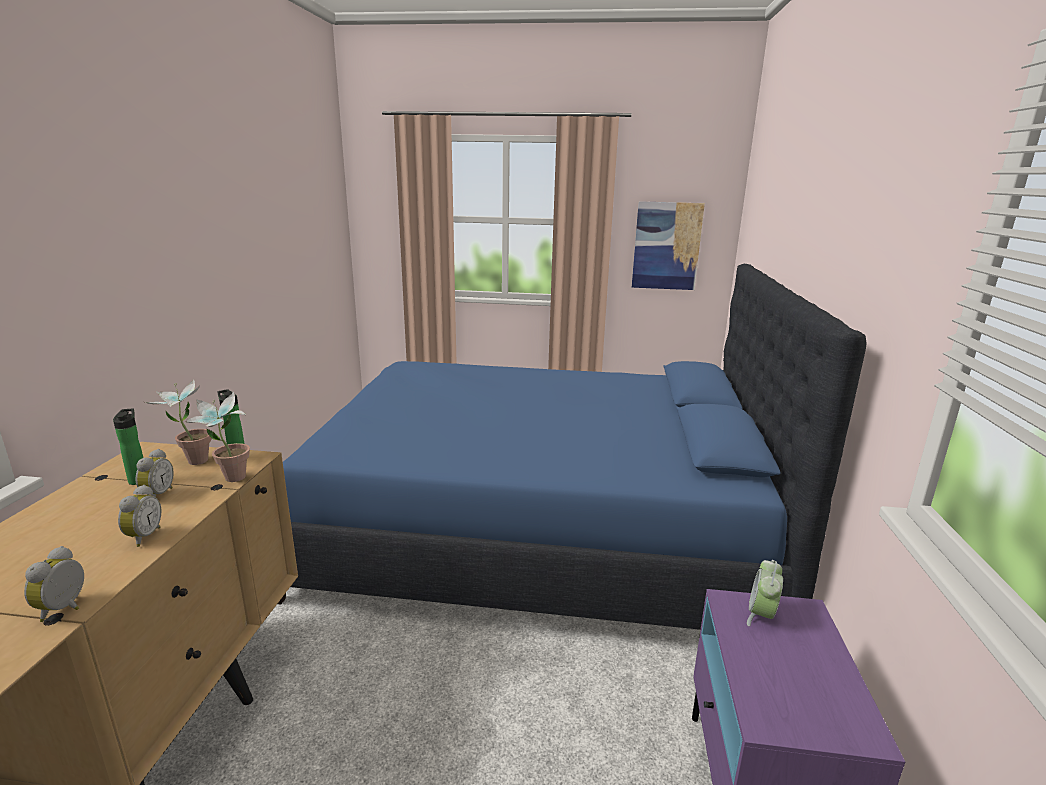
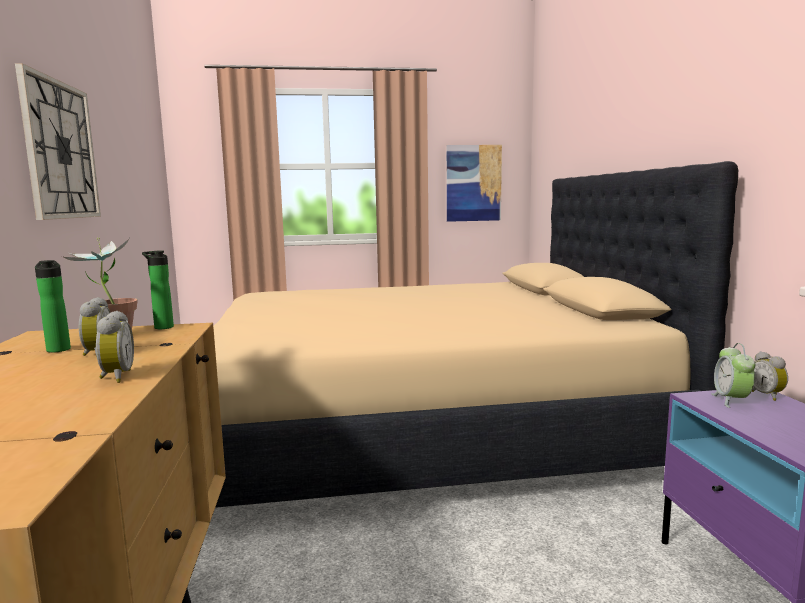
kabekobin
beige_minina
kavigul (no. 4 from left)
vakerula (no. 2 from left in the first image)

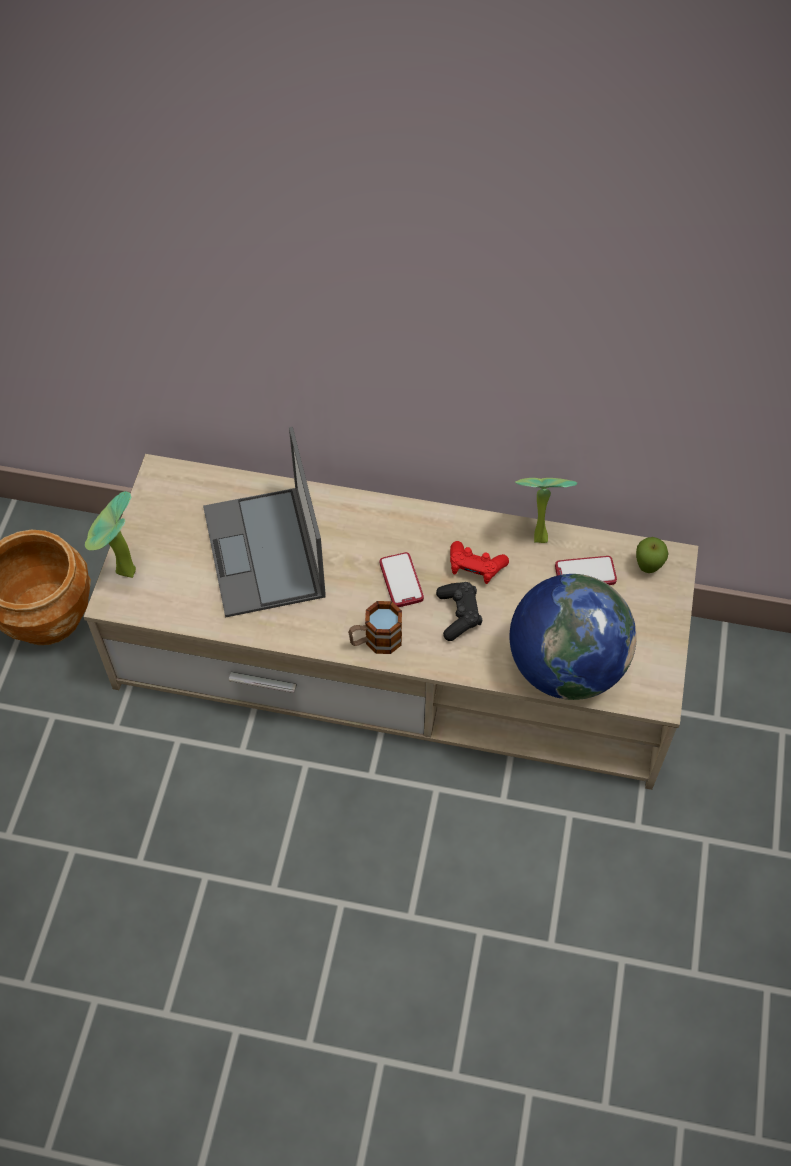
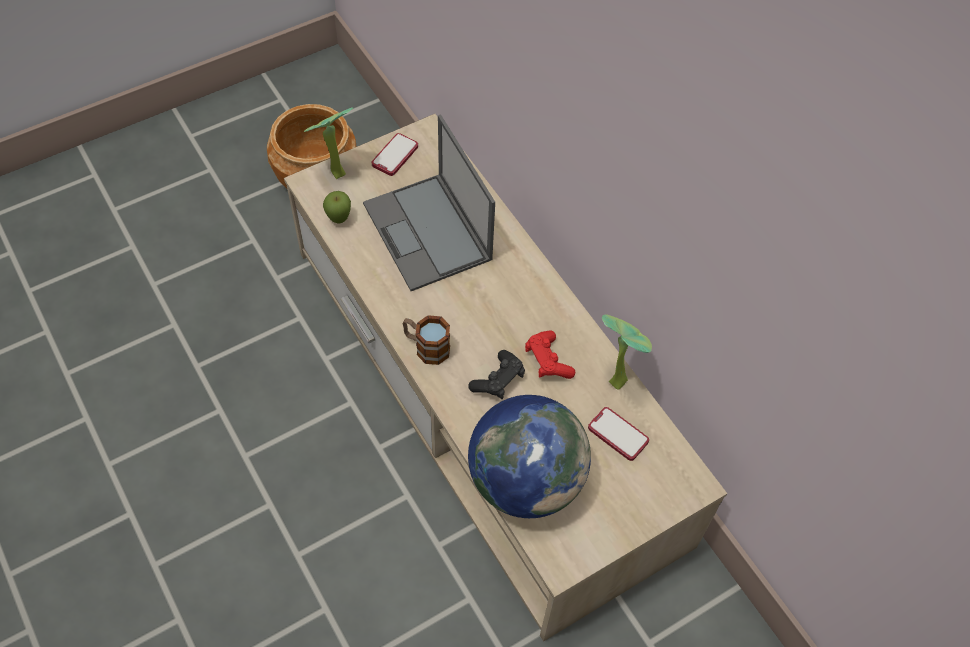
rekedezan
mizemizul
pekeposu (no. 1 from left)

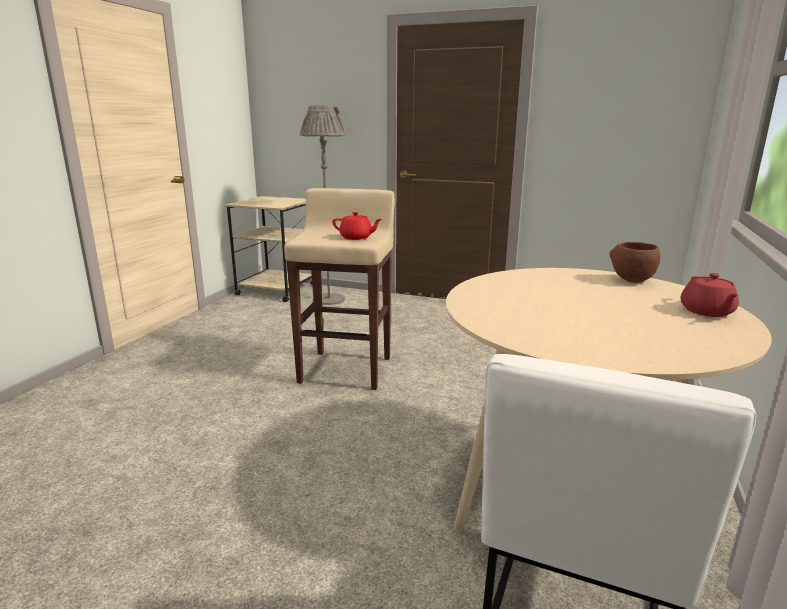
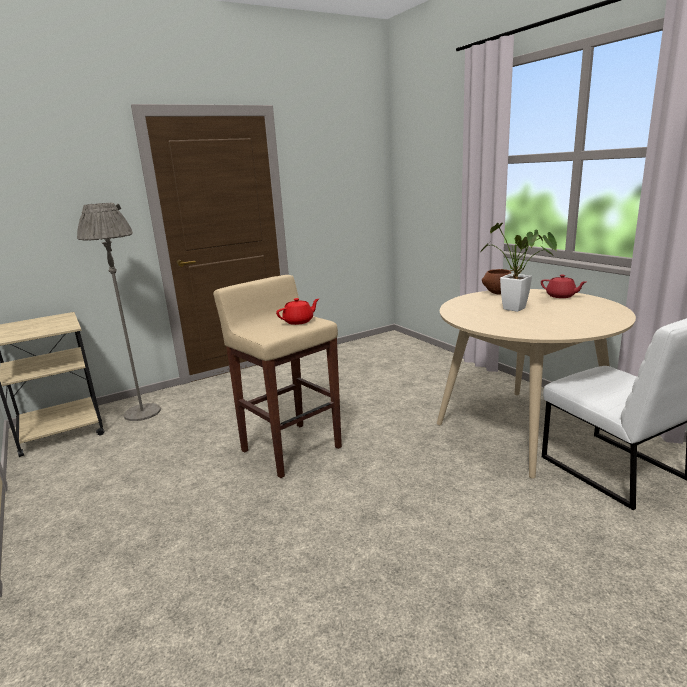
vakerula

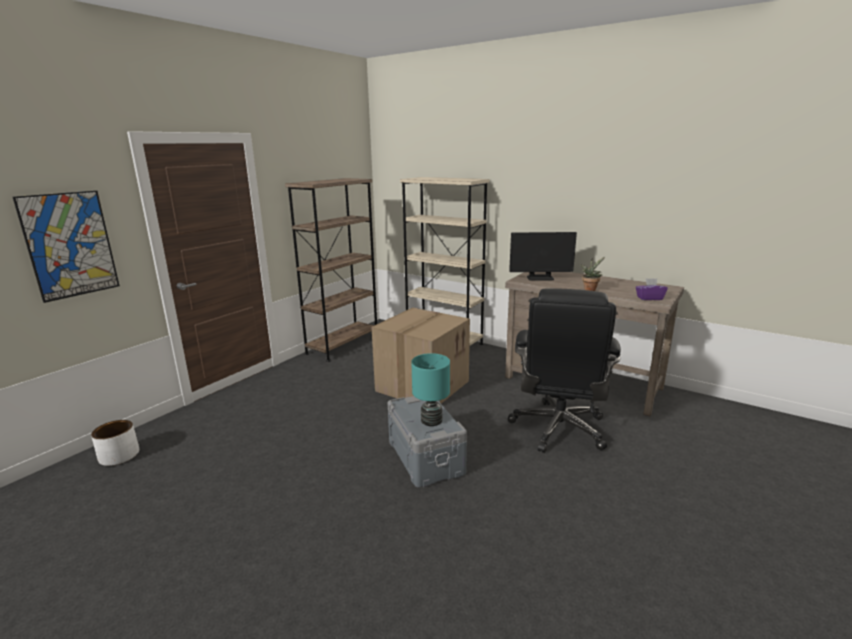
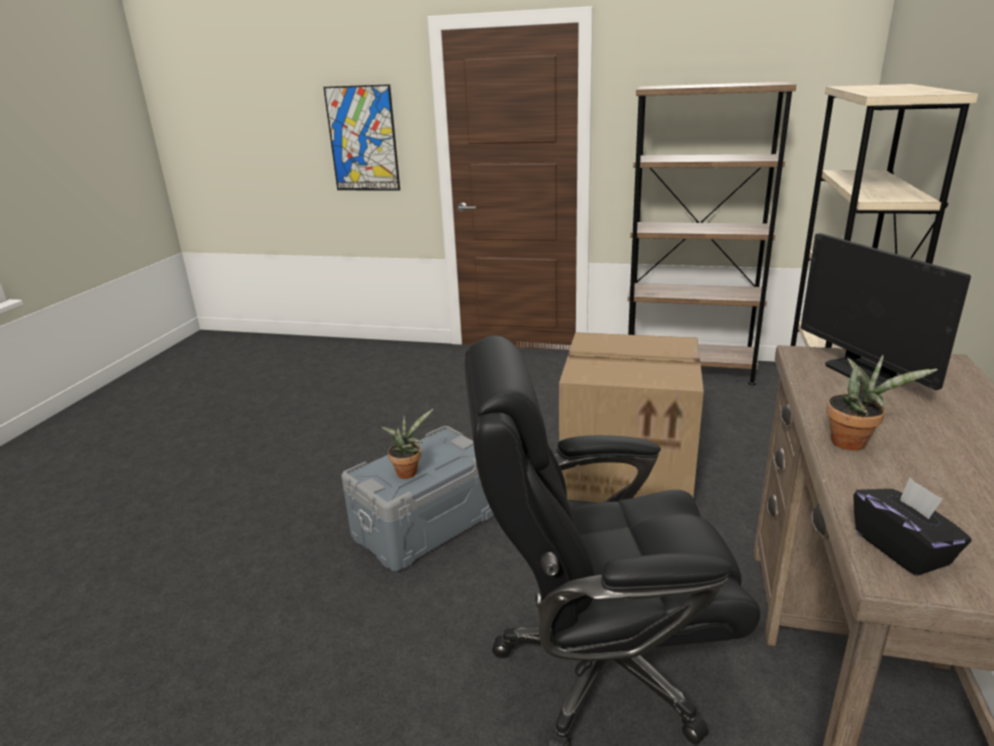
vakerula (no. 1 from left)
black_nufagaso
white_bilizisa

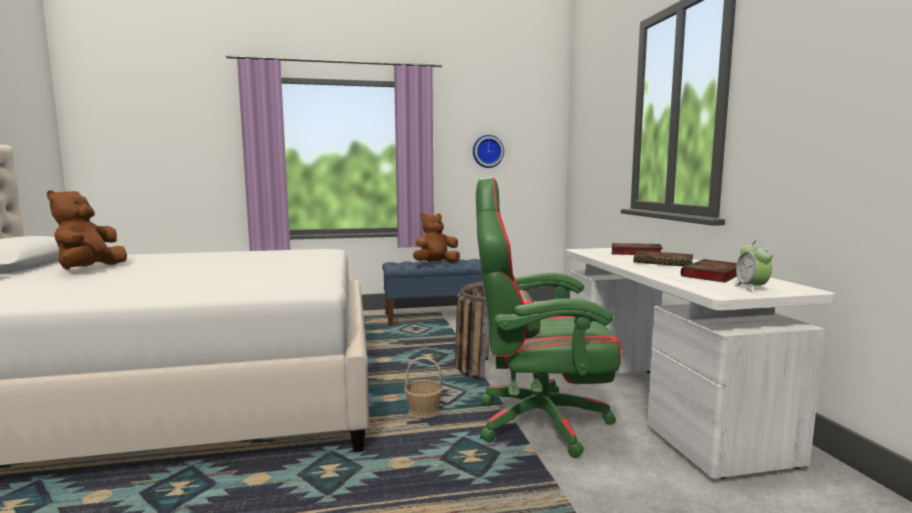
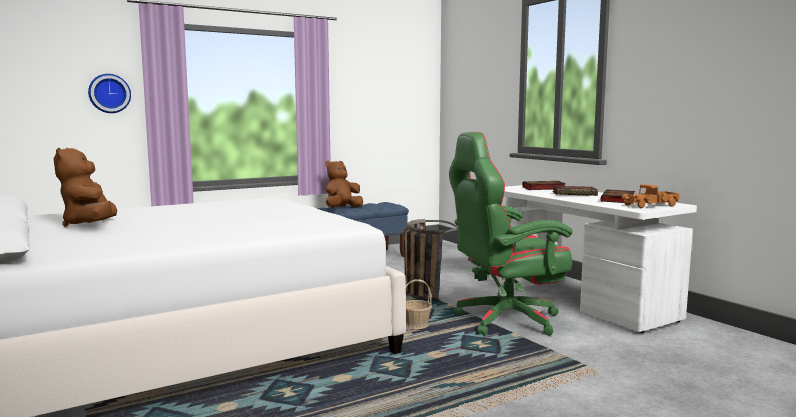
kabekobin
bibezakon

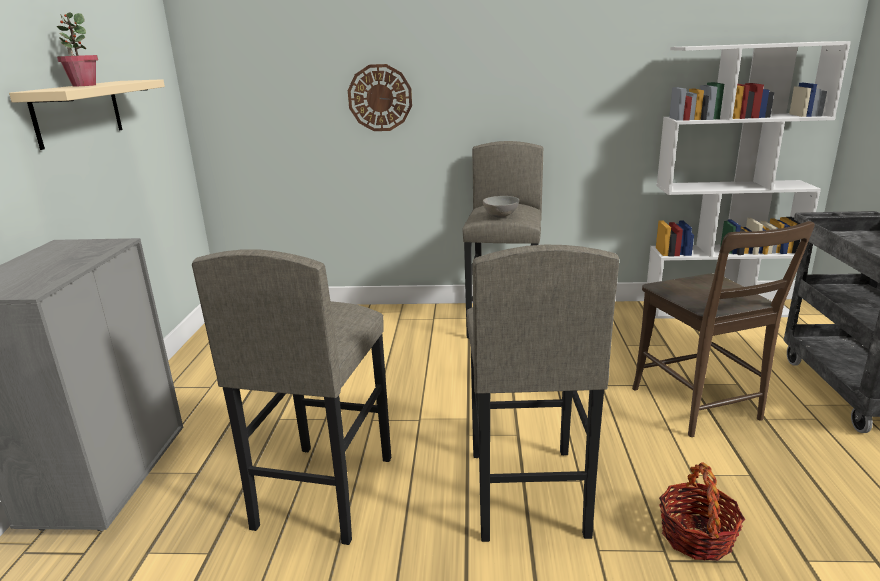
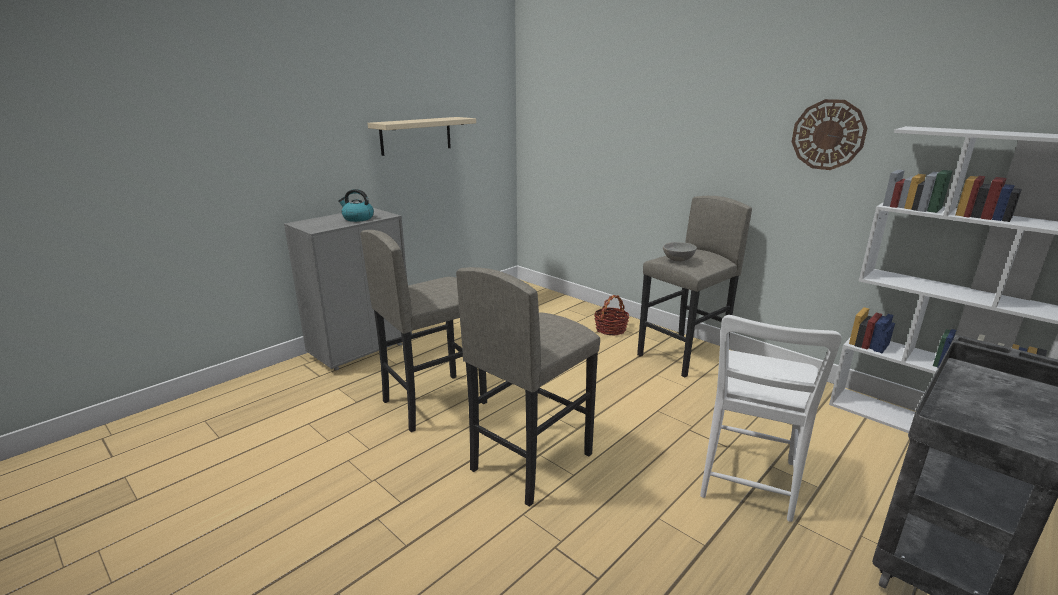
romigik
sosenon
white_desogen
kabekobin
vakerula

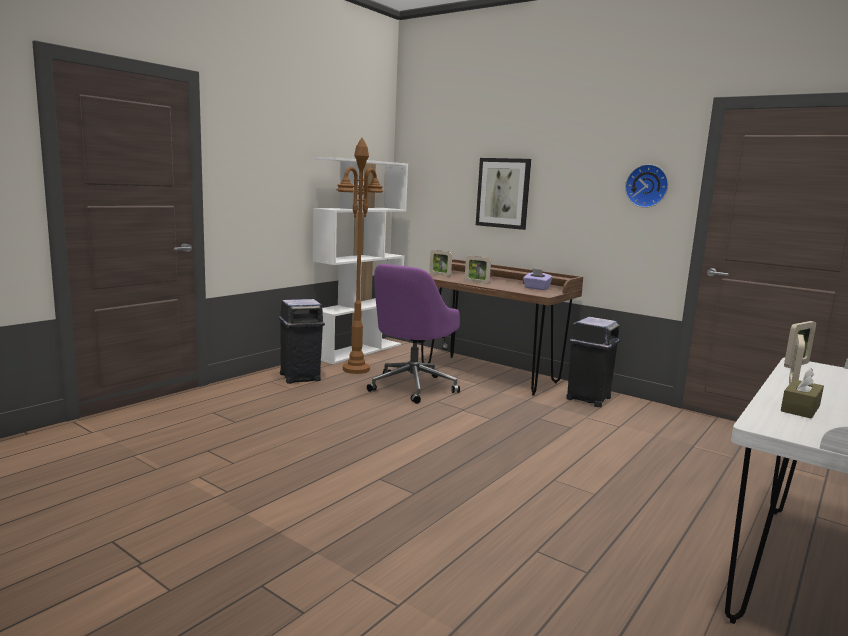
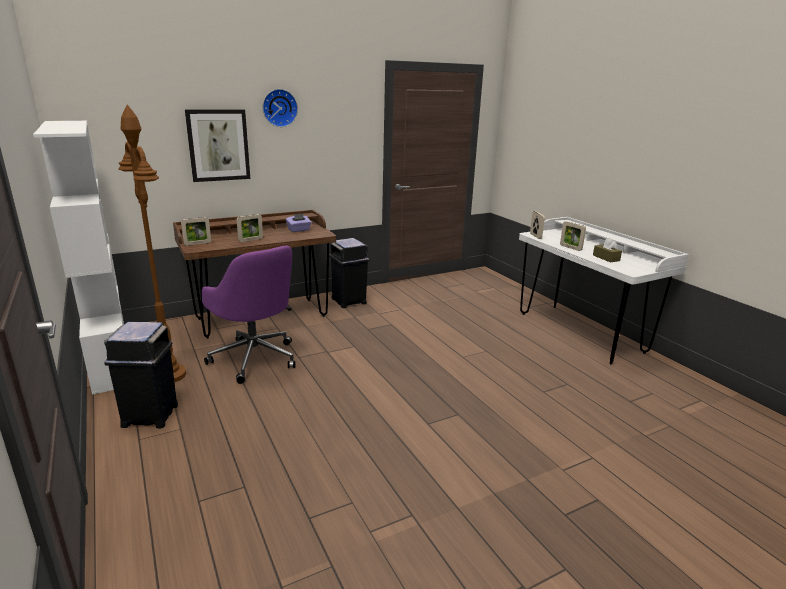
kabekobin

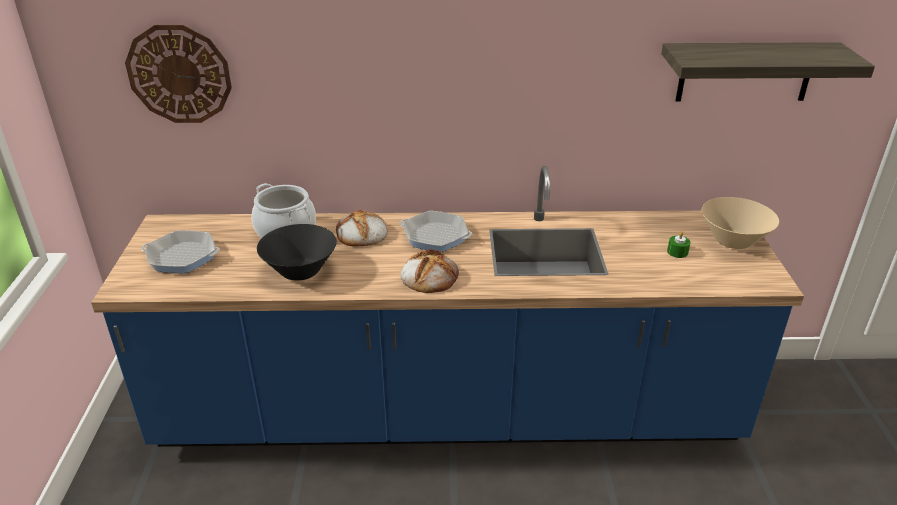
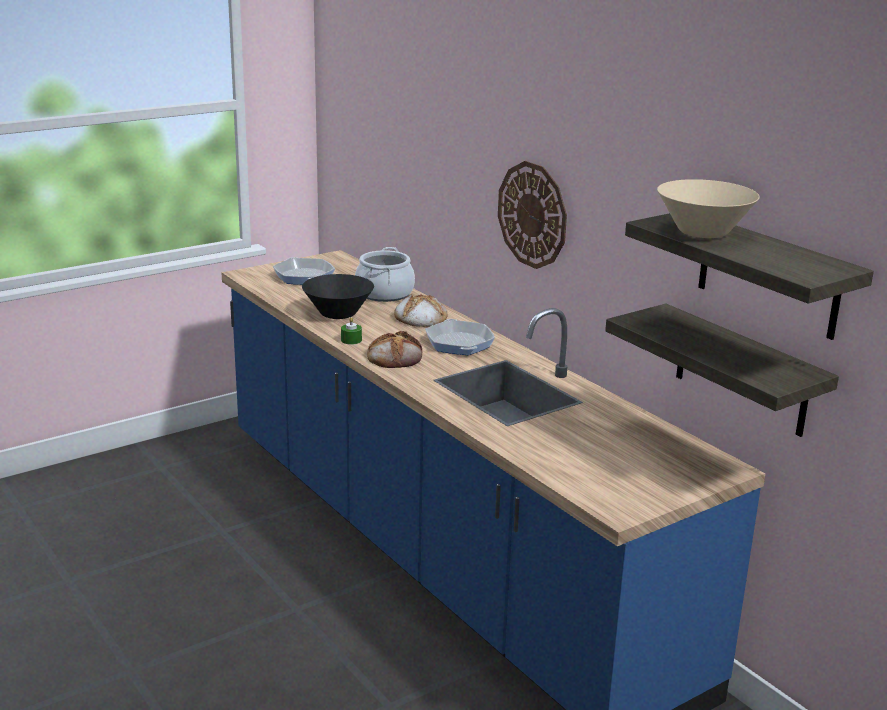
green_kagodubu
kabekobin
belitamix (no. 1 from left)
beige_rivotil

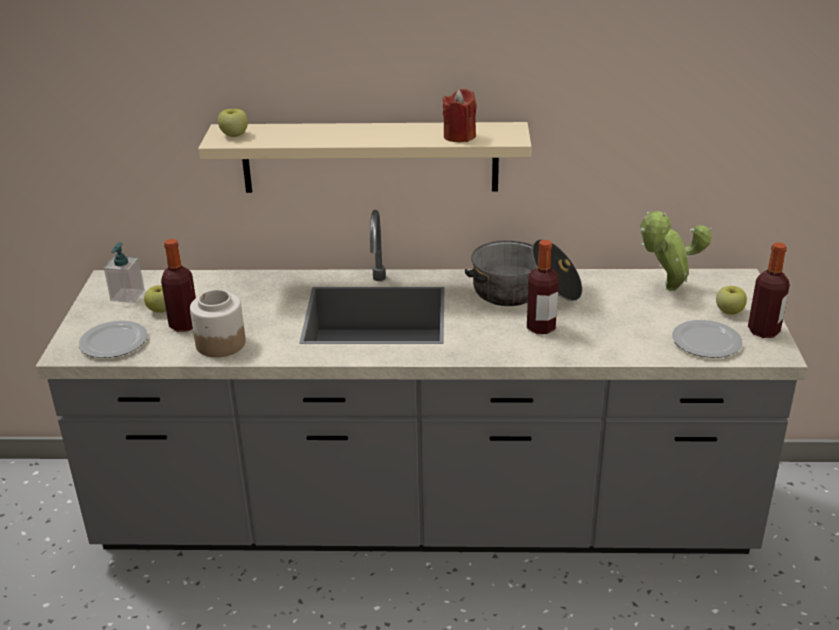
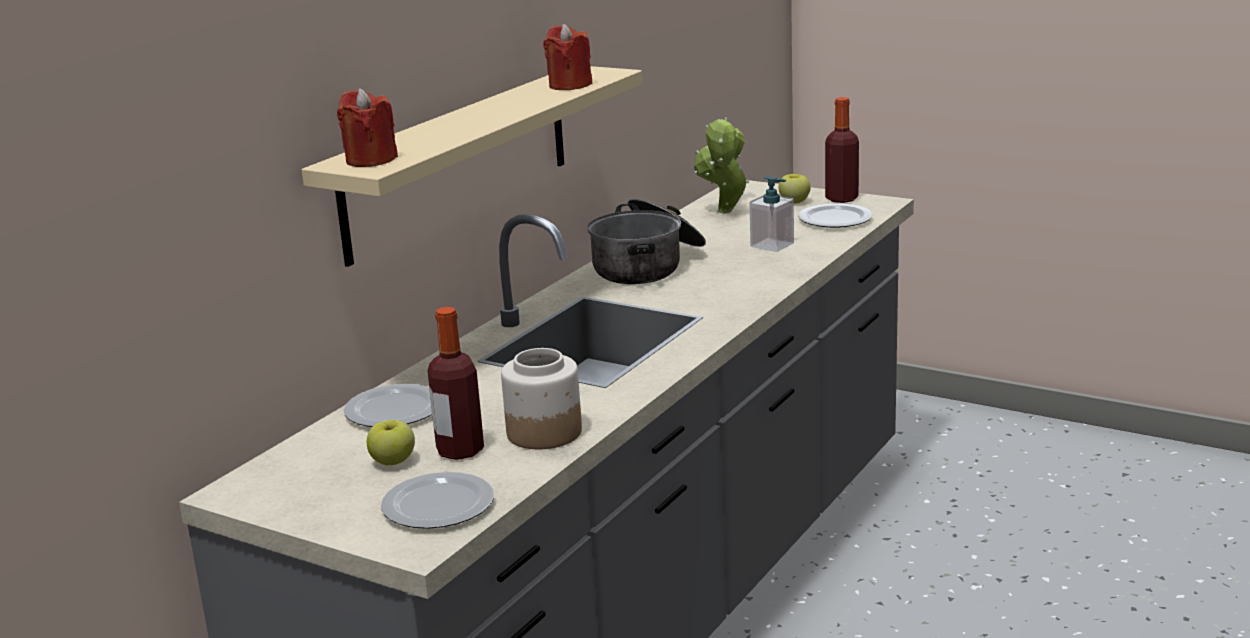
red_kagodubu (no. 1 from left)
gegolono (no. 1 from left)
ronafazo
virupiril (no. 2 from left in the first image)

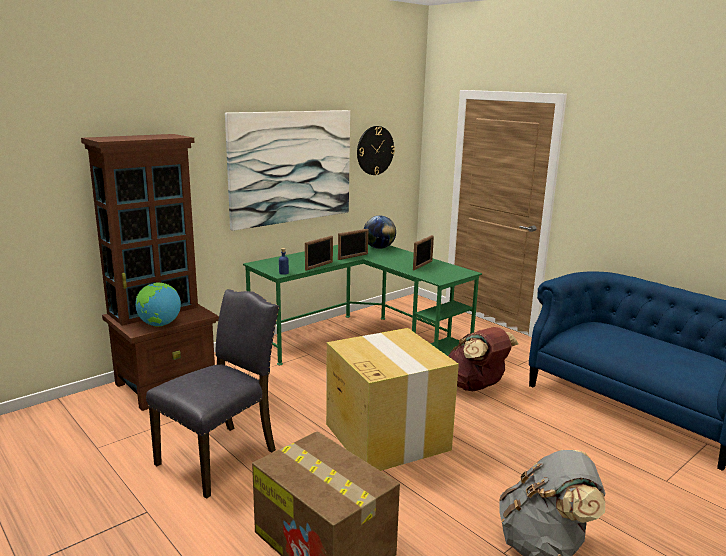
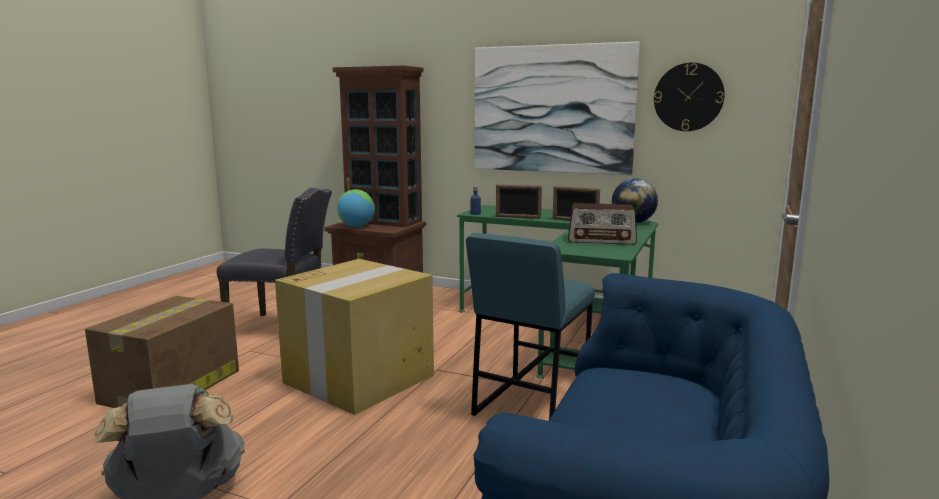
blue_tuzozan
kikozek

